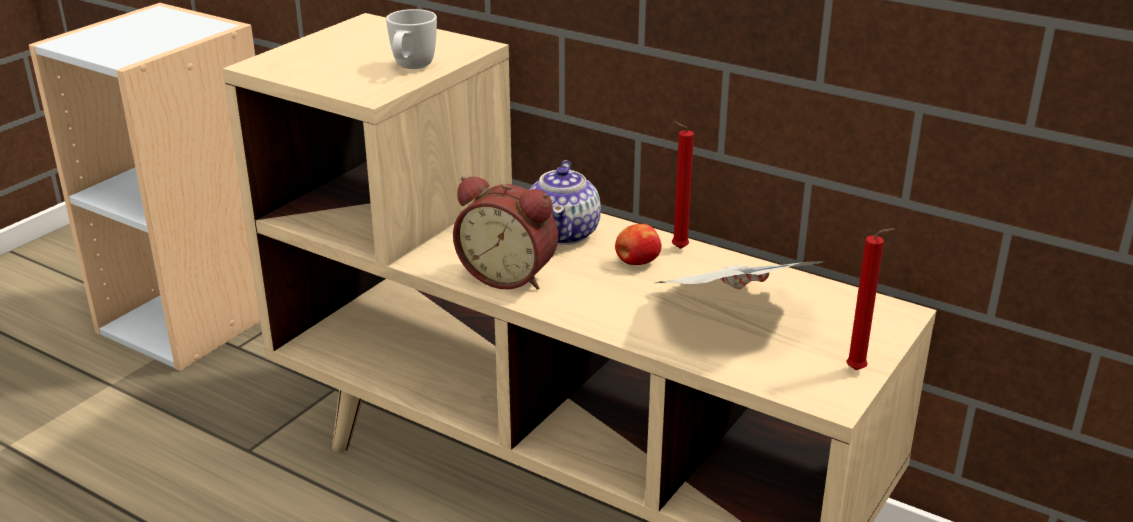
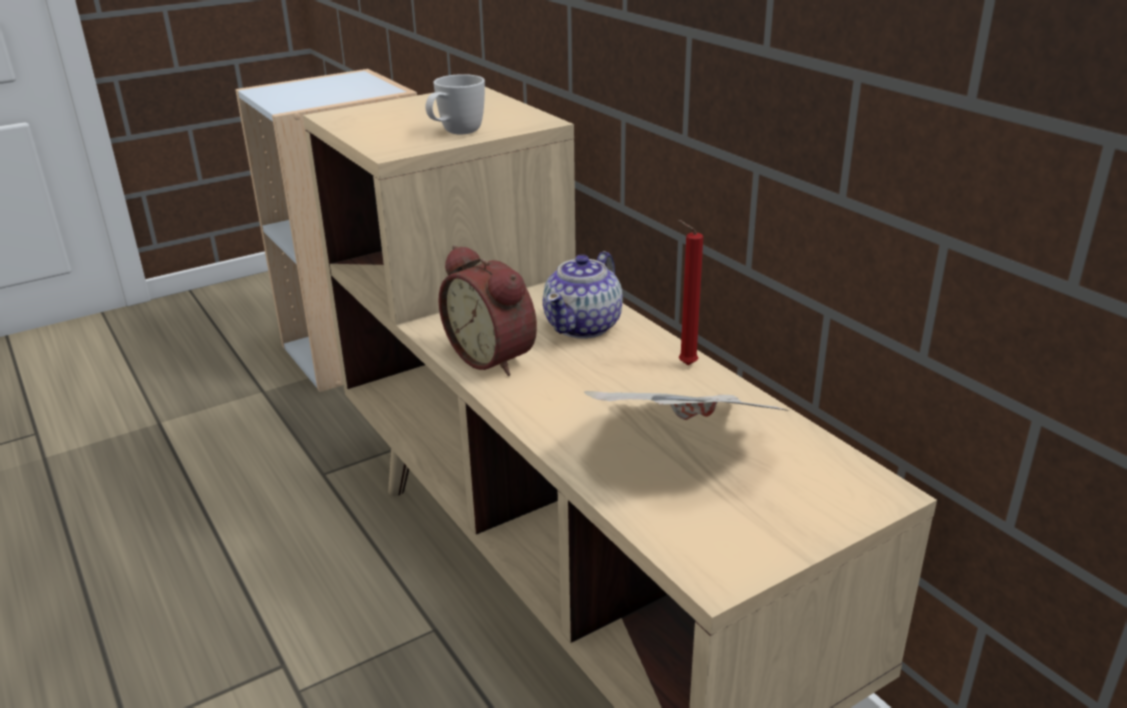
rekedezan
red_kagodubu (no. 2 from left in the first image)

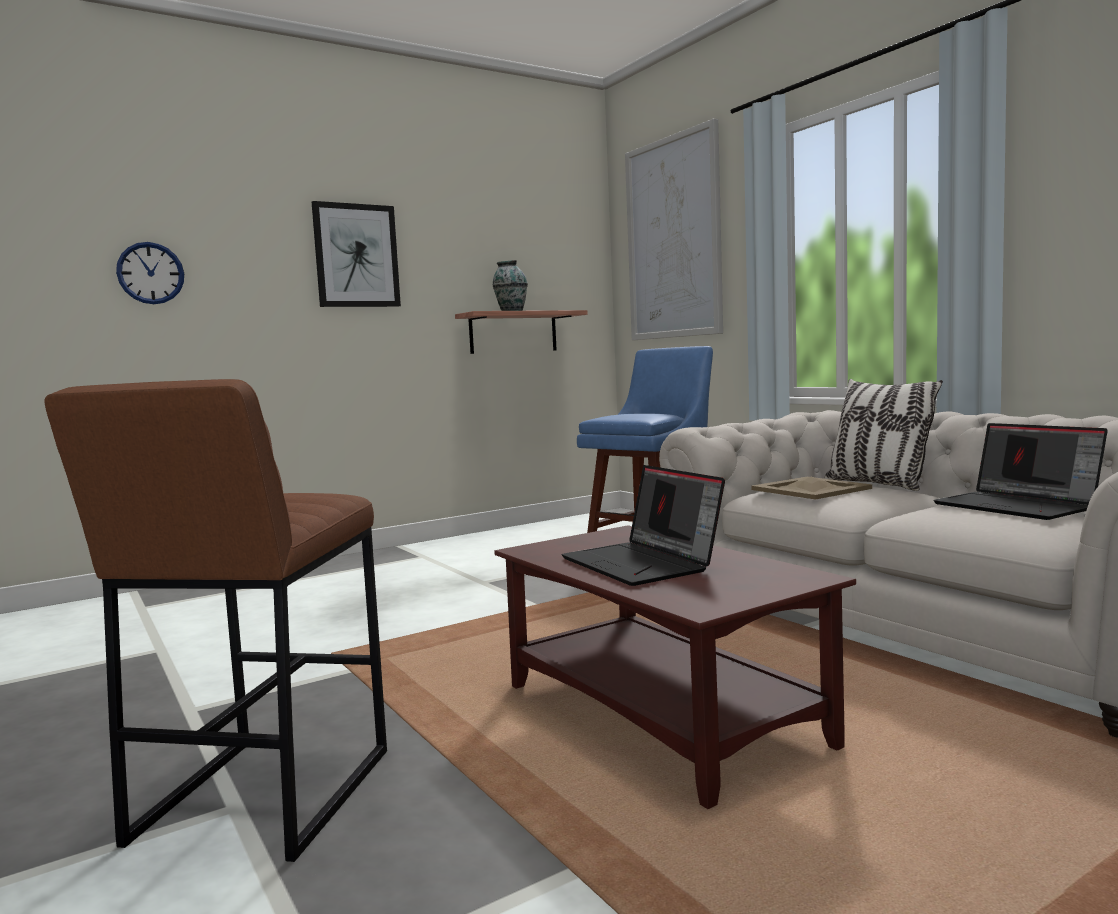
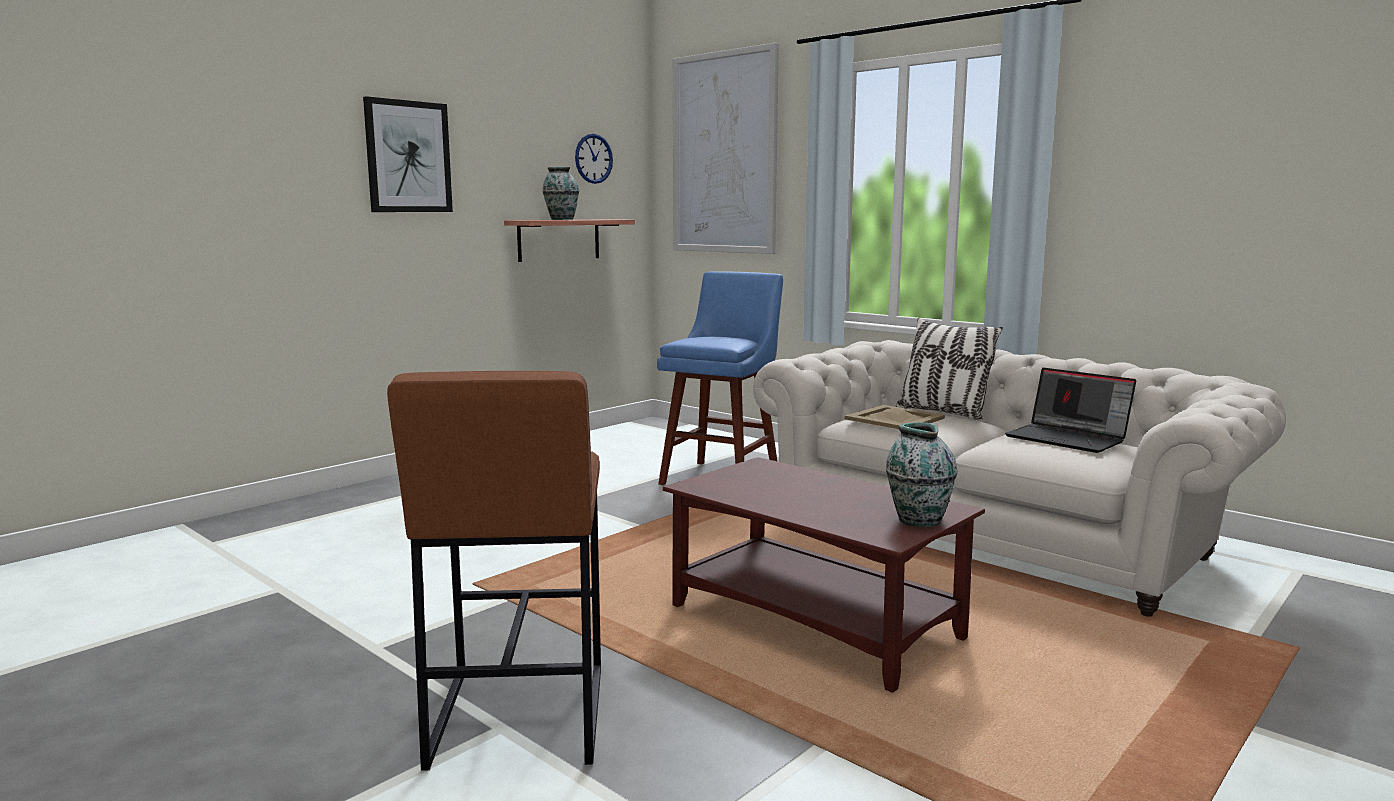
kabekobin
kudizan (no. 2 from left)
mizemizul (no. 1 from left in the first image)

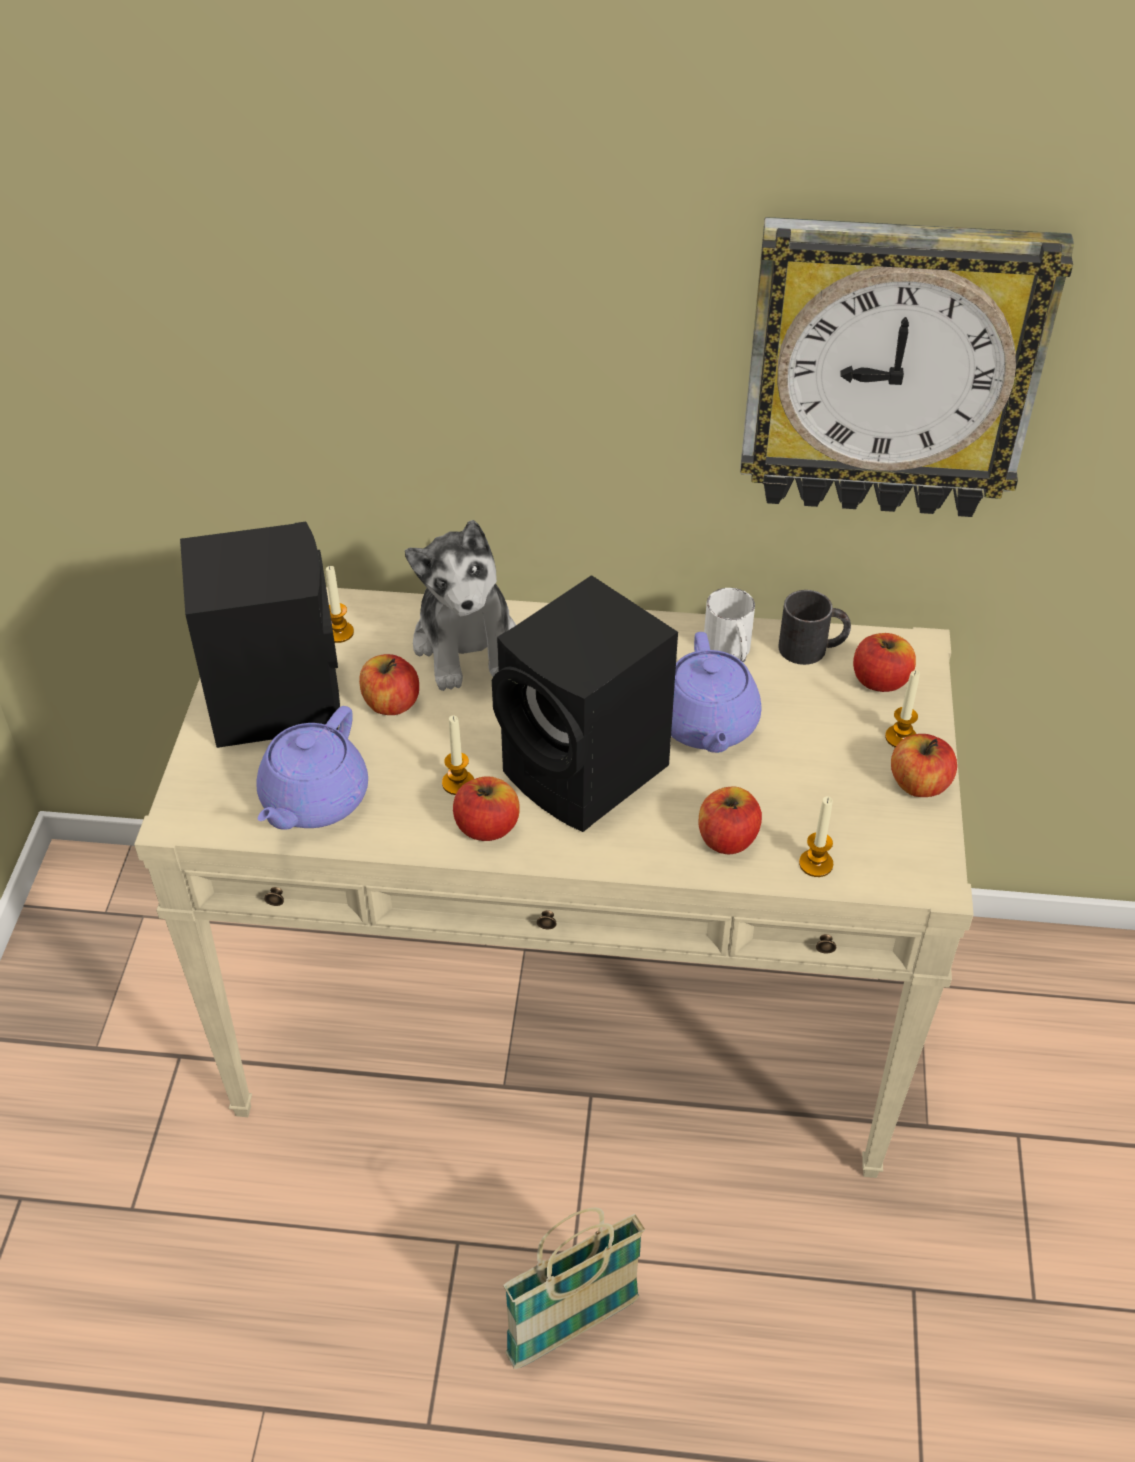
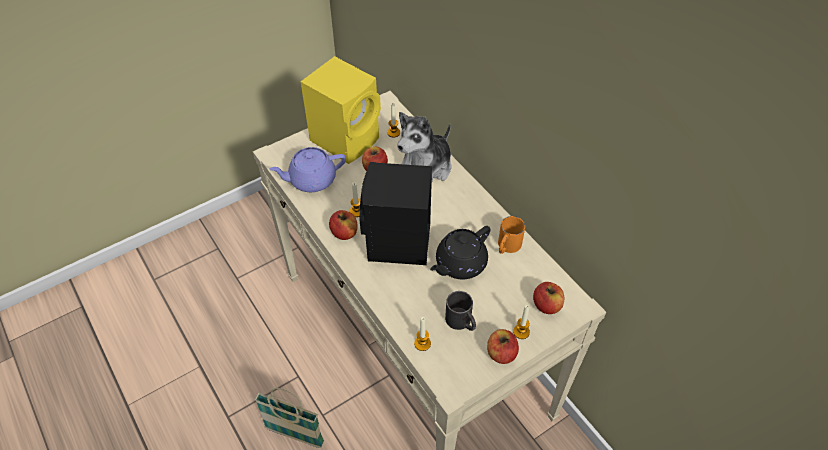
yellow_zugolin
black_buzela
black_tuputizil
orange_tuputizil
rekedezan (no. 3 from left in the first image)
kabekobin

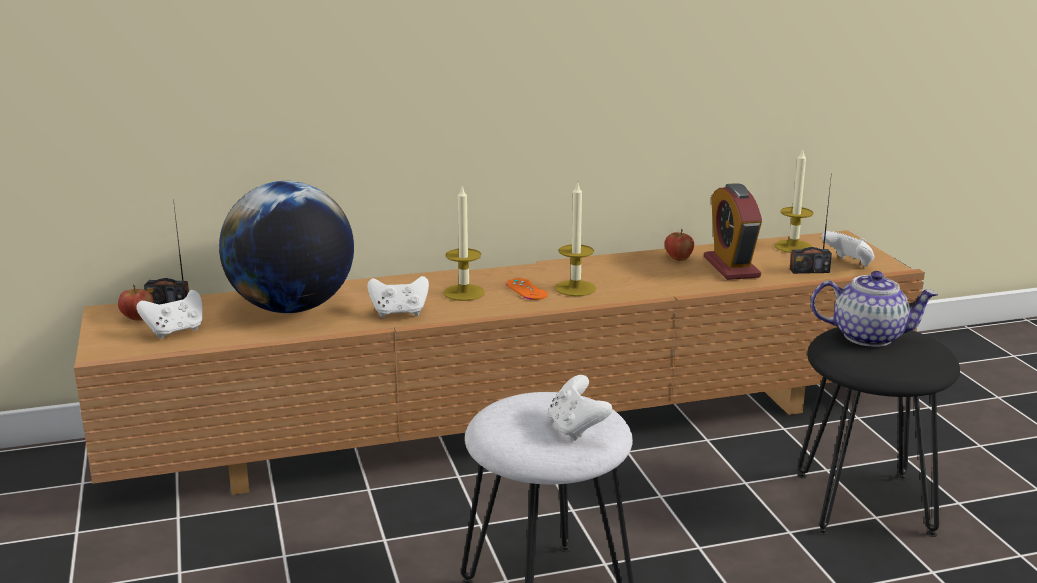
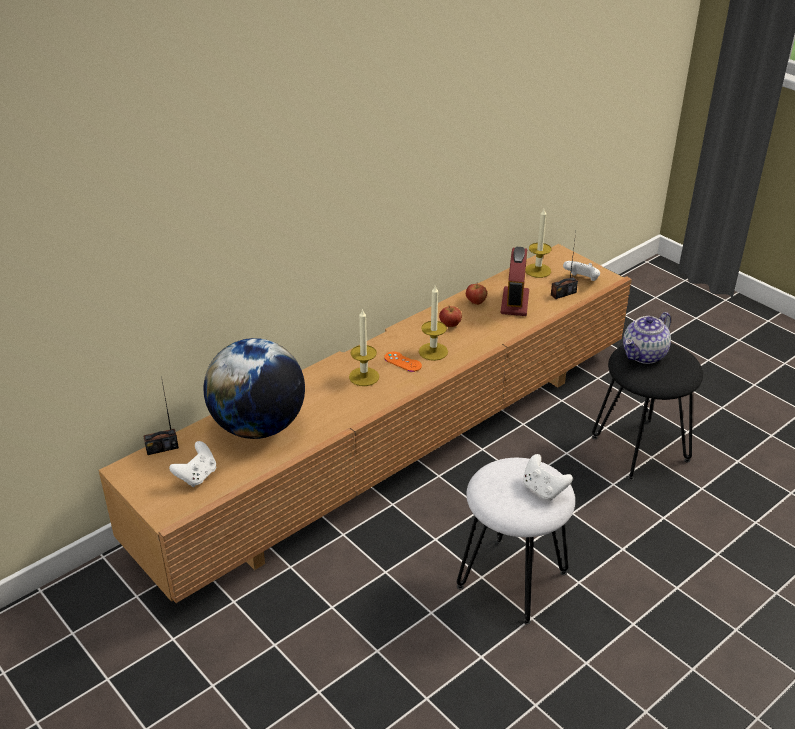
rekedezan (no. 1 from left)
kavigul
buzela
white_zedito (no. 2 from left in the first image)

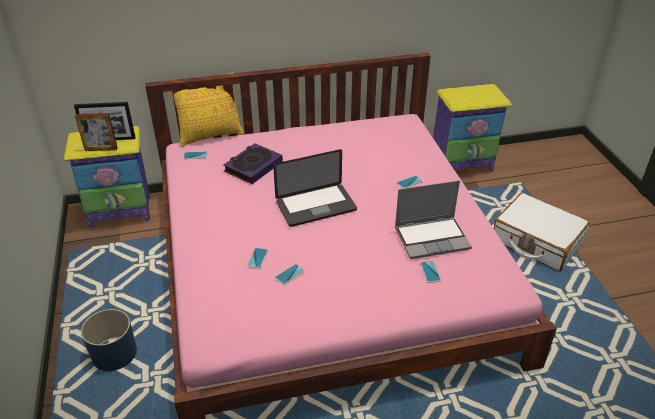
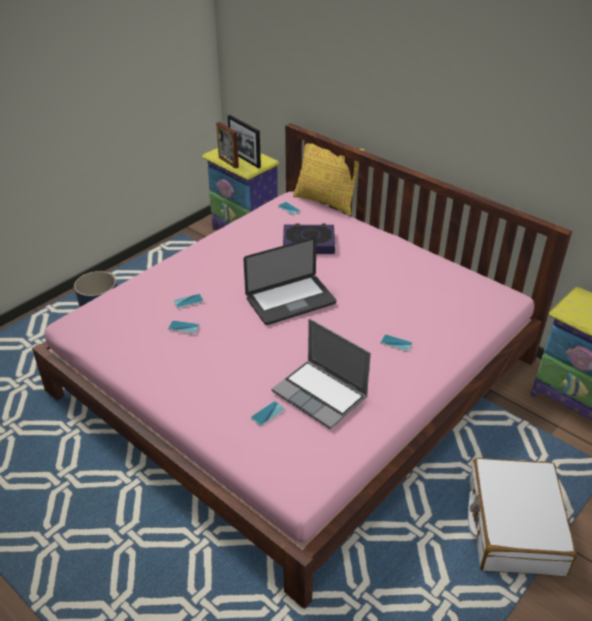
mizemizul (no. 1 from left)

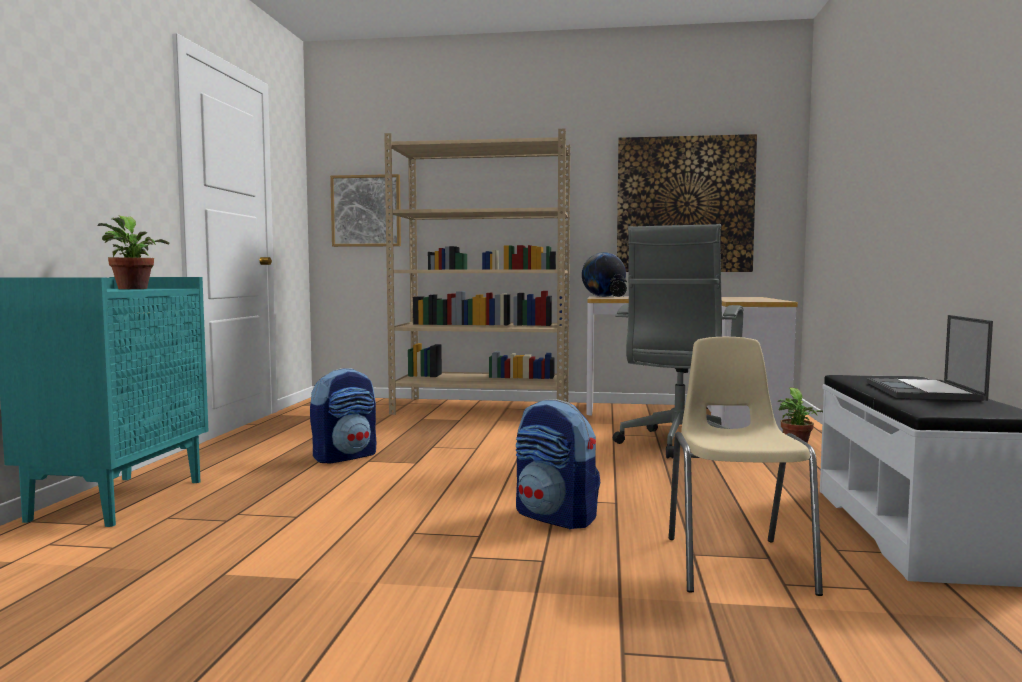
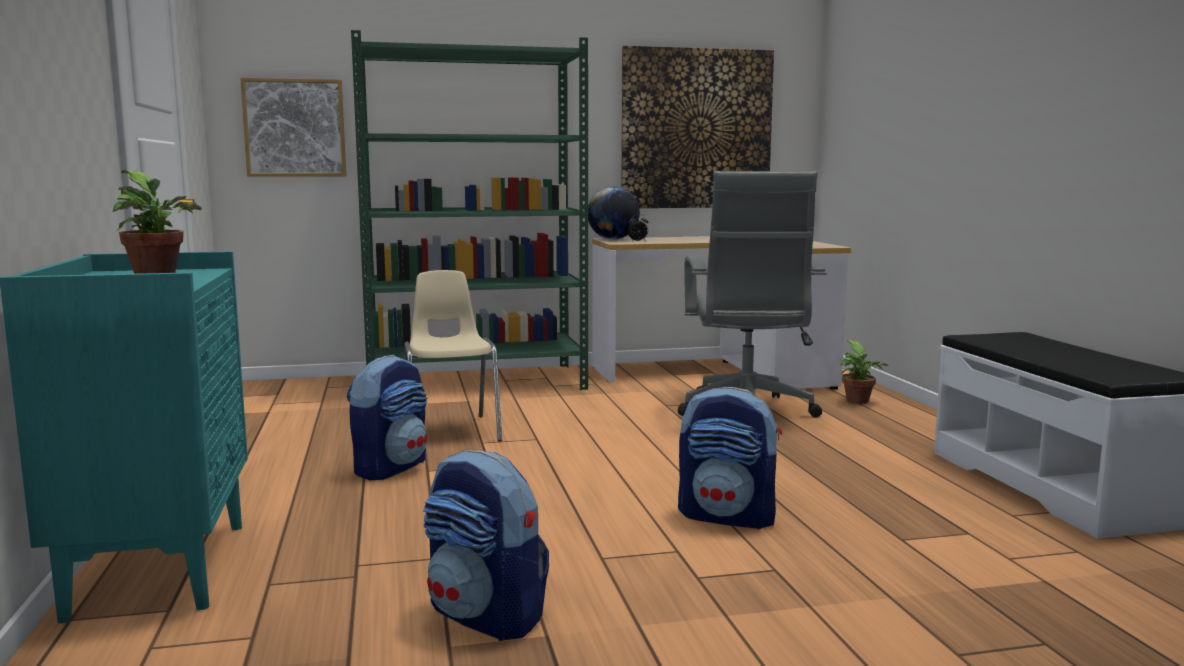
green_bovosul
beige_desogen
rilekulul (no. 2 from left)
mizemizul

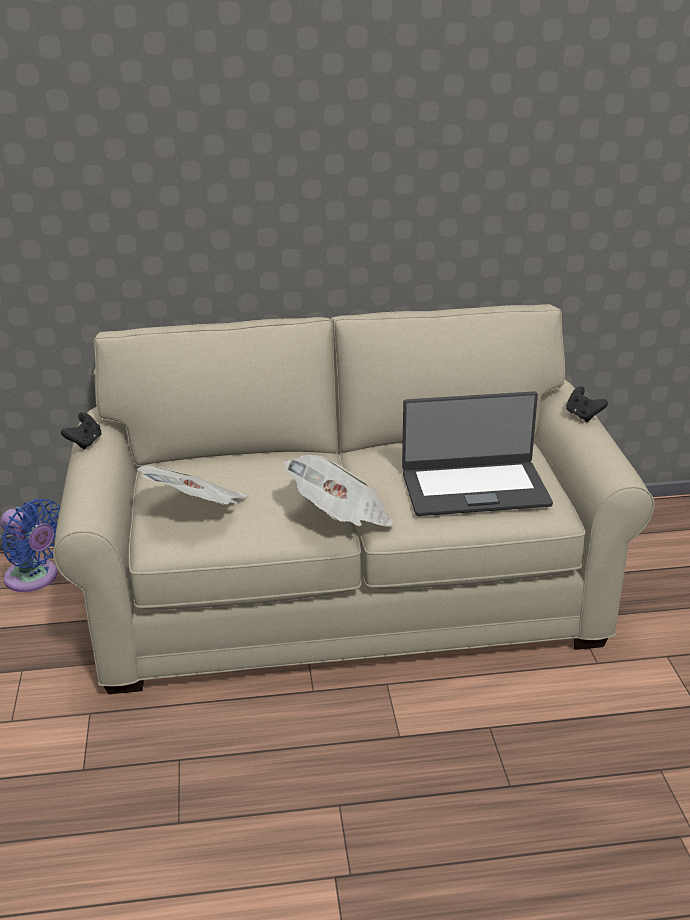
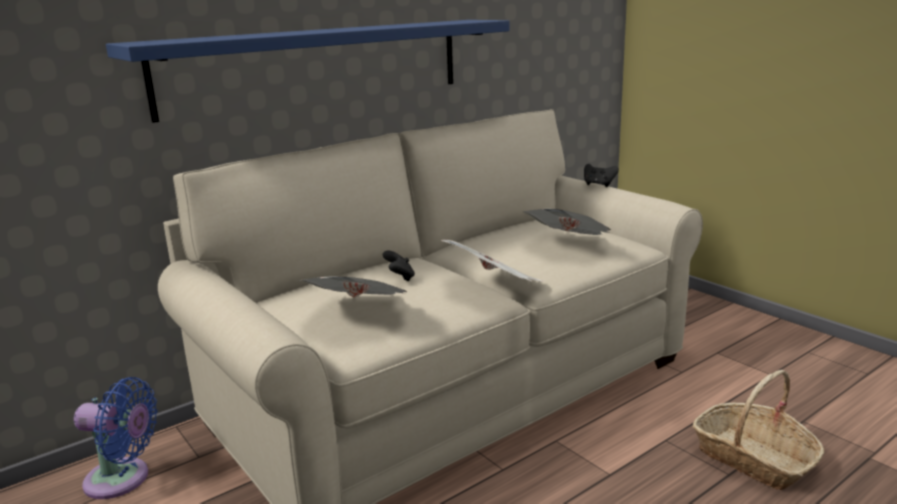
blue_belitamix
black_zedito (no. 1 from left)
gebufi (no. 3 from left)
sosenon

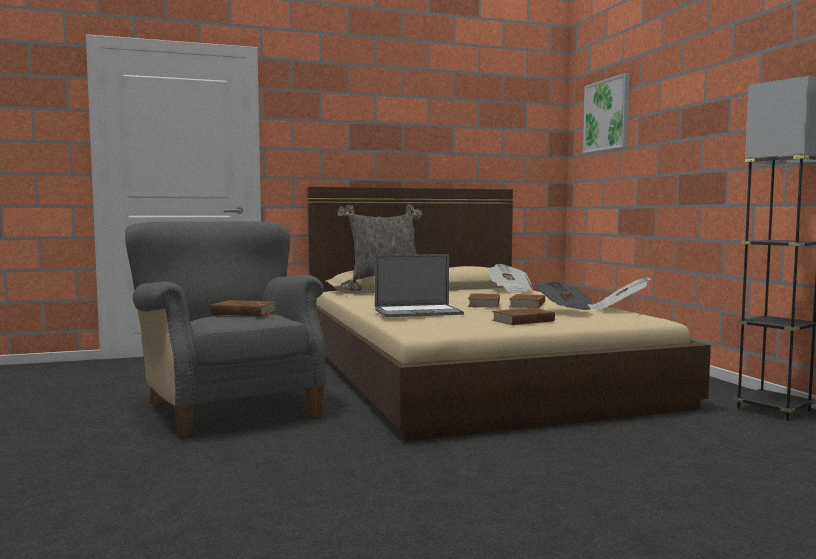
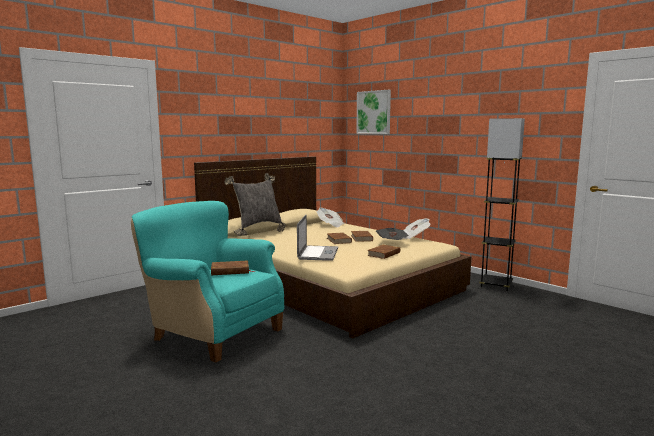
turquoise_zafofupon
mizemizul

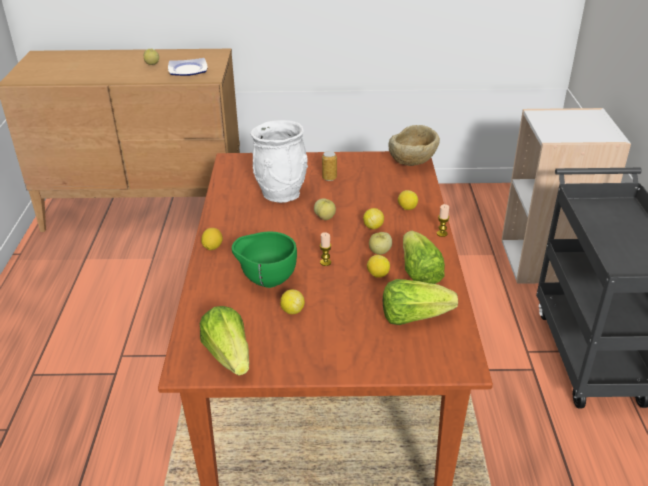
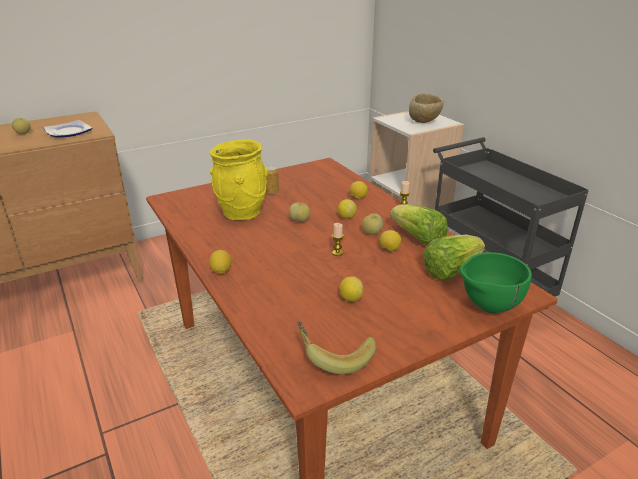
yellow_kudizan
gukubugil
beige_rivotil
green_rivotil

